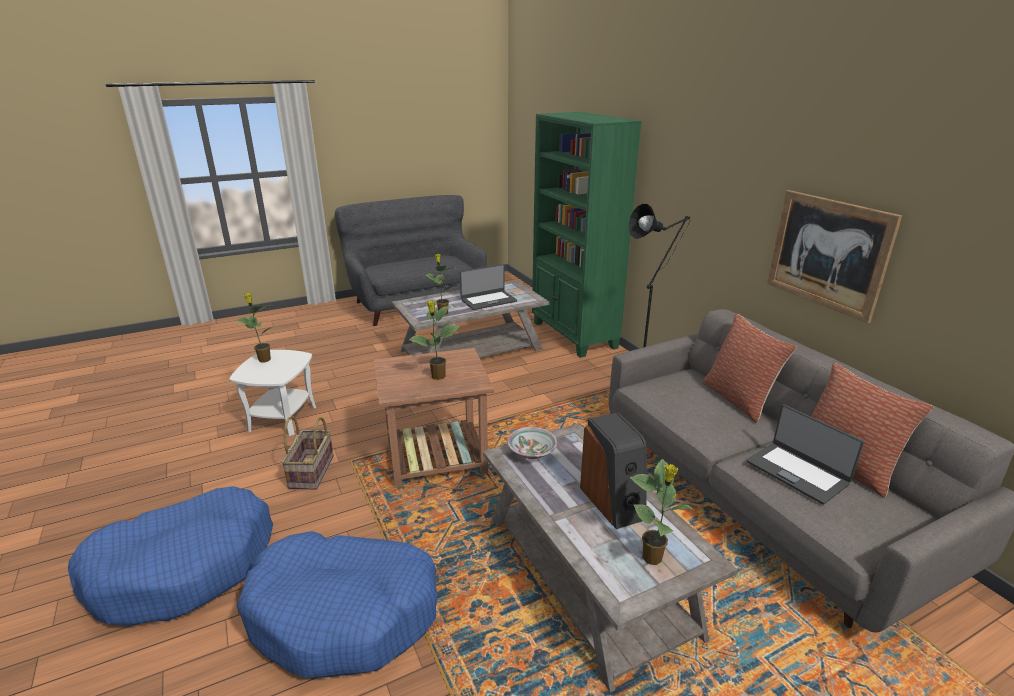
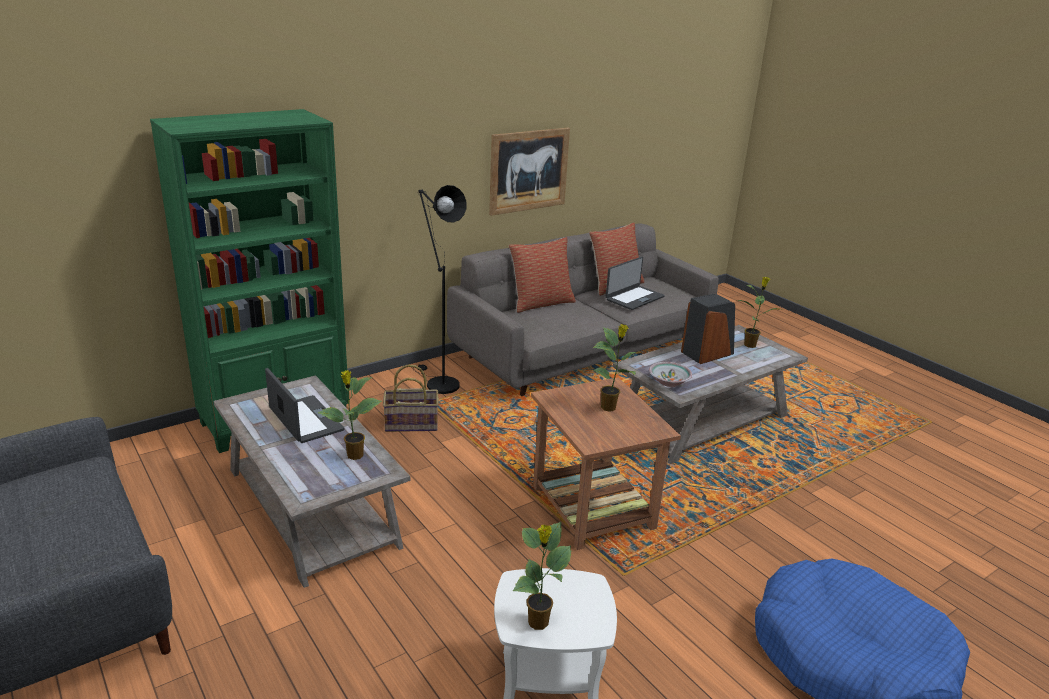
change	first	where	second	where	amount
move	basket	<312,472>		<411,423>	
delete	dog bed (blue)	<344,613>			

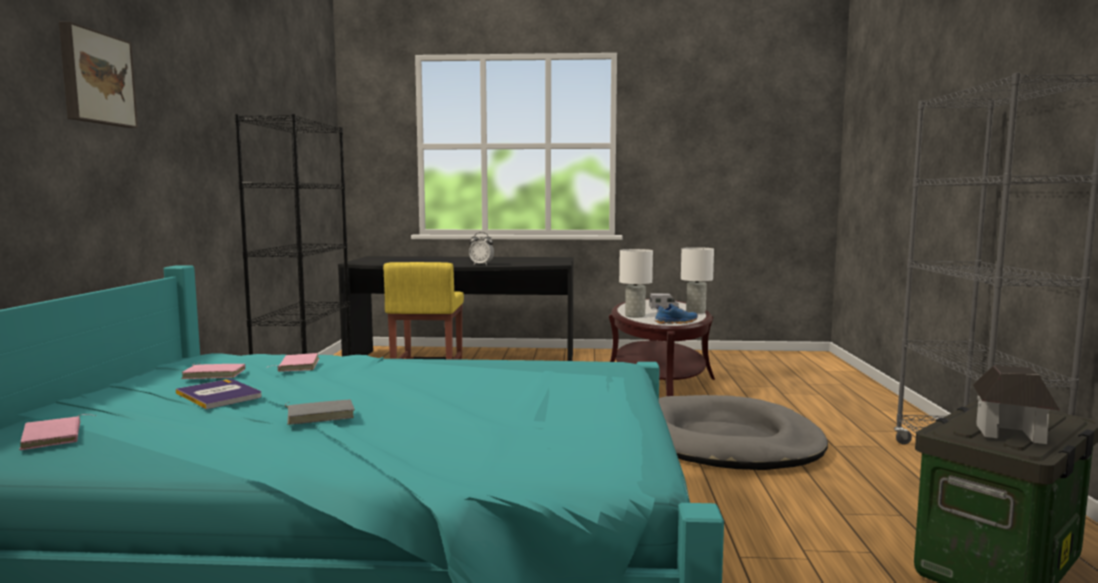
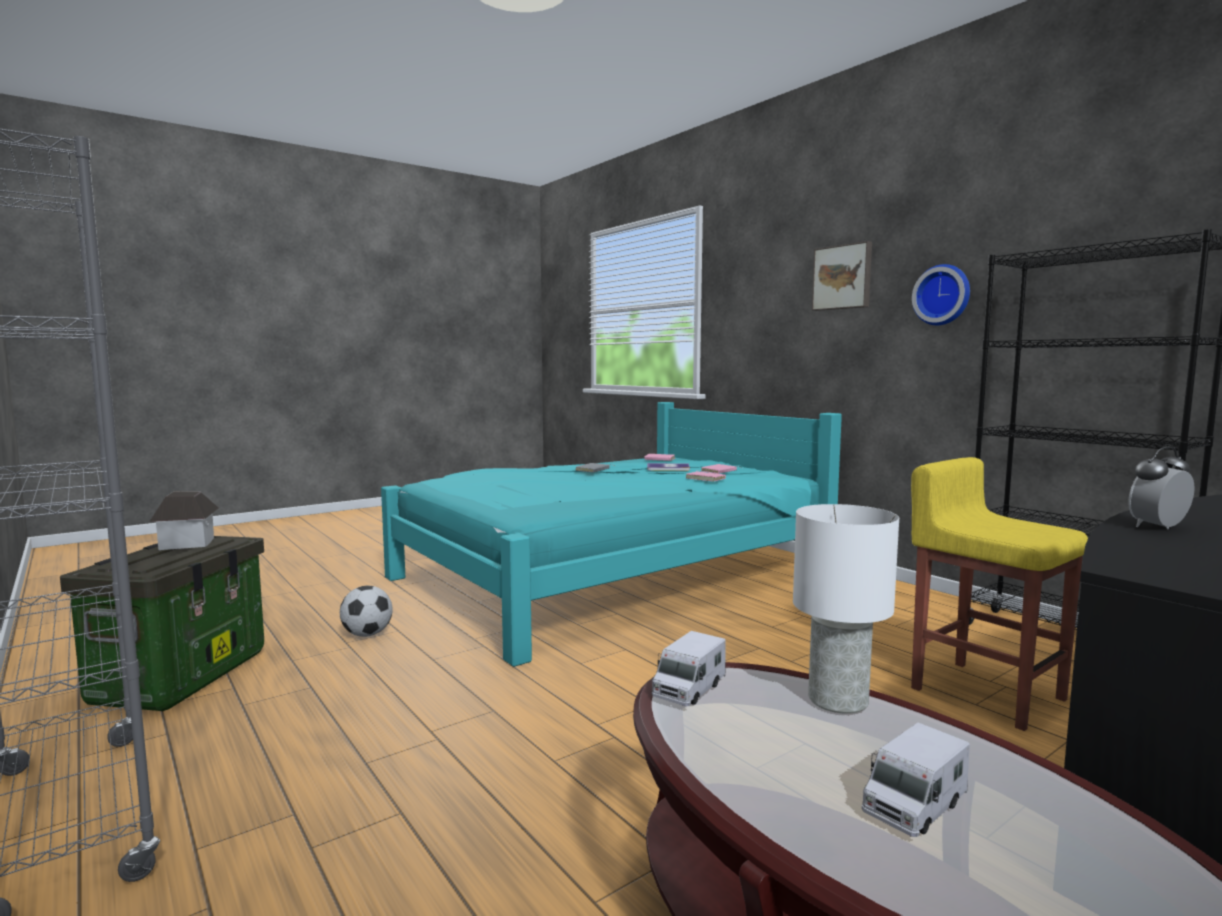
change	first	where	second	where	amount
insert			football	<367,634>	
replace	shoe (blue)	<675,322>	toy truck	<688,689>	
insert			wall clock	<943,295>	
delete	dog bed (grey)	<726,441>			
delete	table lamp (white)	<696,312>			

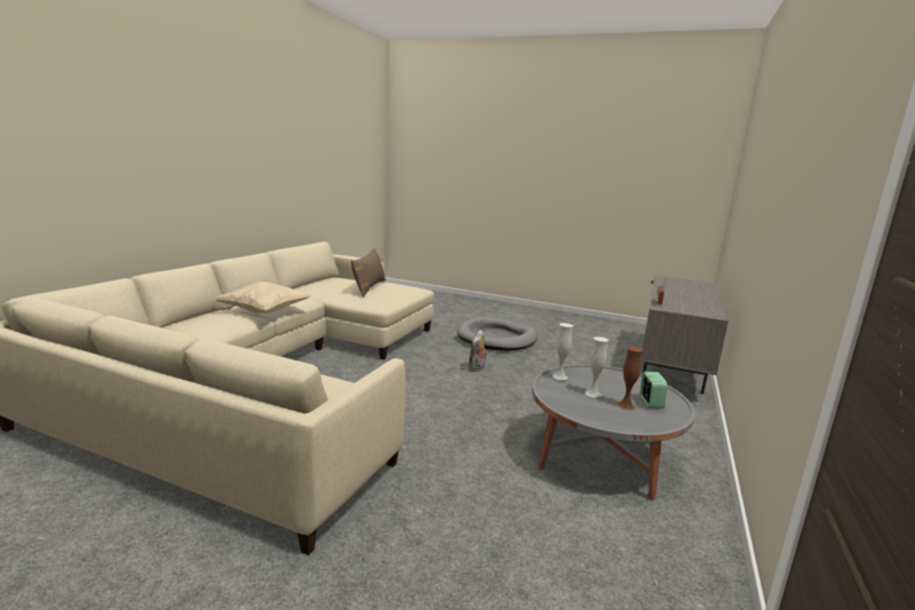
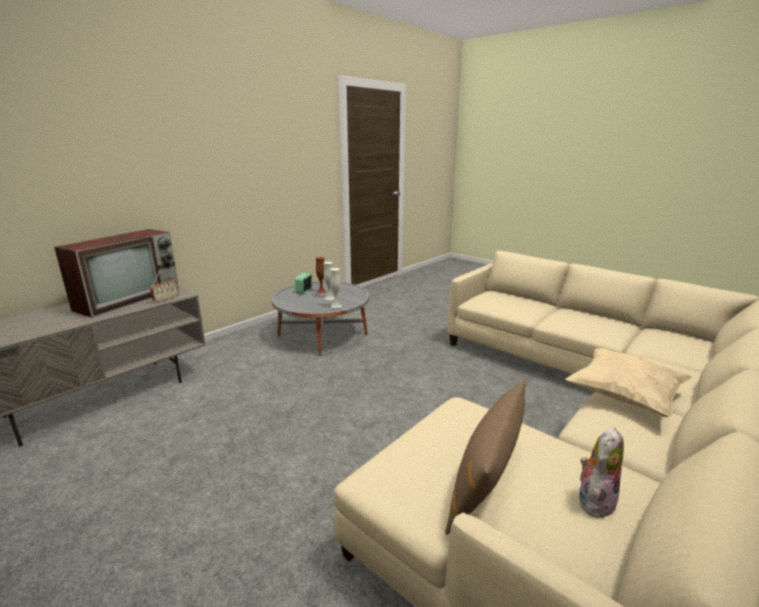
change	first	where	second	where	amount
insert			television	<130,298>	
move	plush toy	<477,369>		<594,500>	
delete	dog bed (grey)	<497,338>			

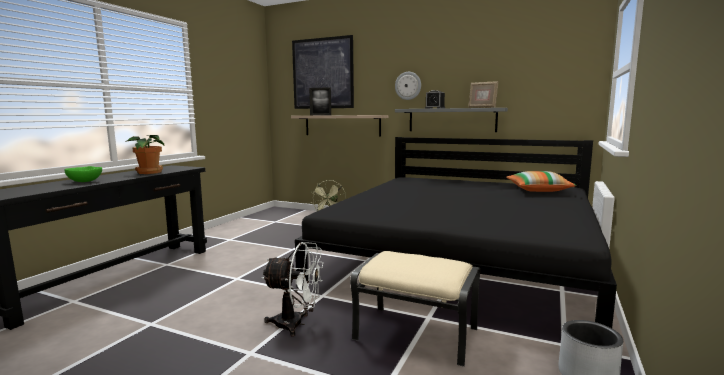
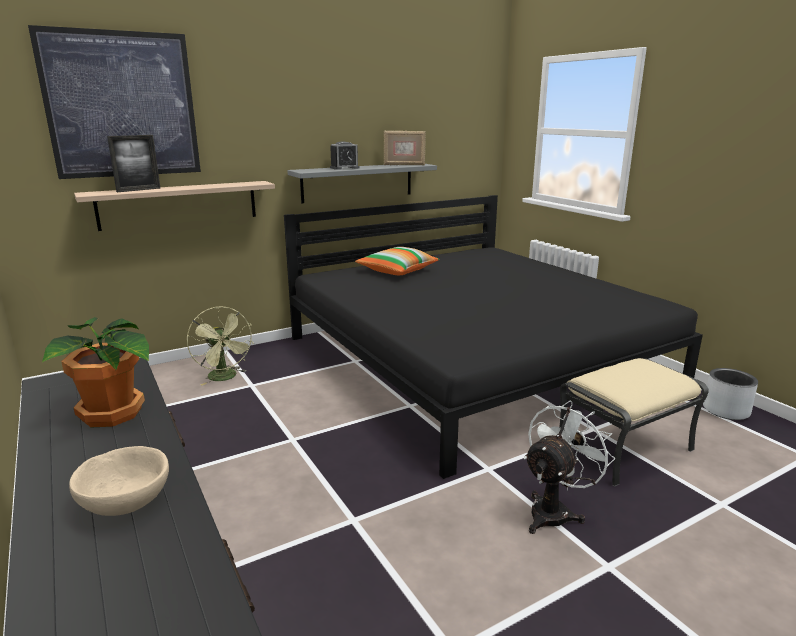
change	first	where	second	where	amount
recolor	bowl (green)	<85,182>	bowl (beige)	<127,503>	
move	pillow	<538,190>		<397,271>	
delete	wall clock	<408,85>			

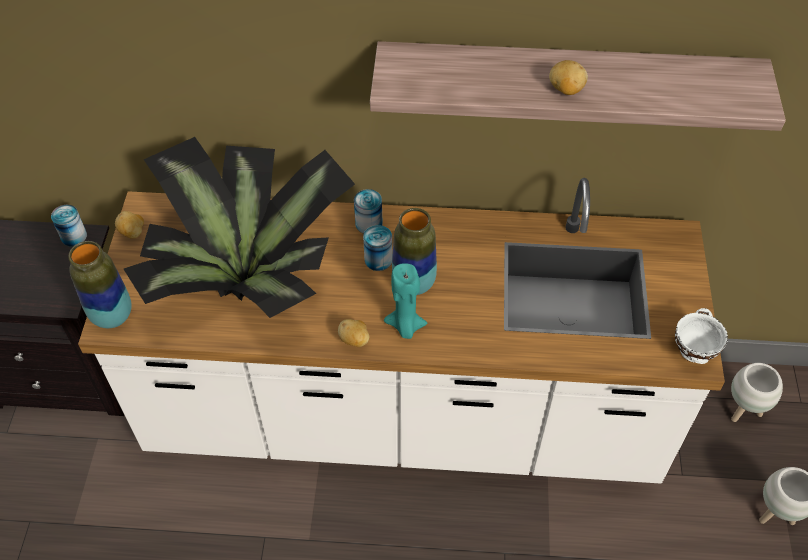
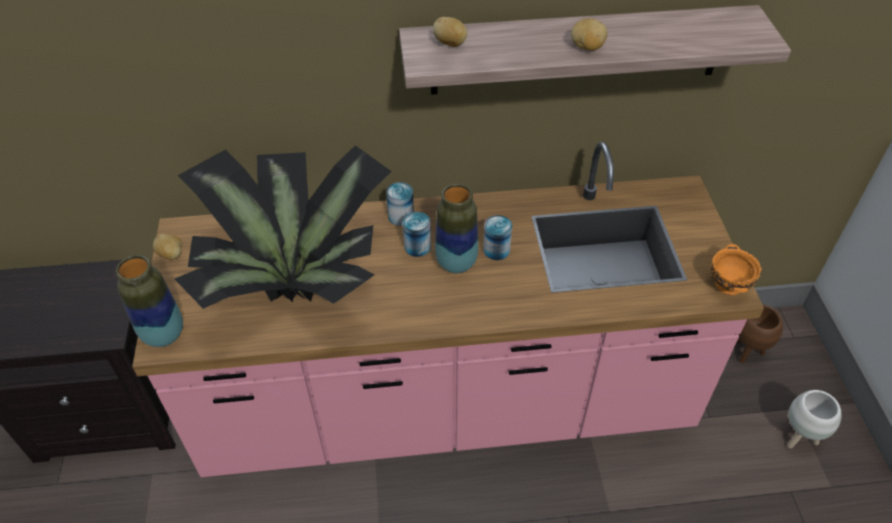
change	first	where	second	where	amount
recolor	counter (white)	<404,416>	counter (pink)	<446,405>	
move	potato	<354,340>		<450,44>	
move	can	<74,236>		<496,250>	
recolor	bowl (white)	<694,350>	bowl (orange)	<729,284>	
recolor	planter (white)	<743,410>	planter (brown)	<747,352>	
delete	candle (turquoise)	<405,326>			

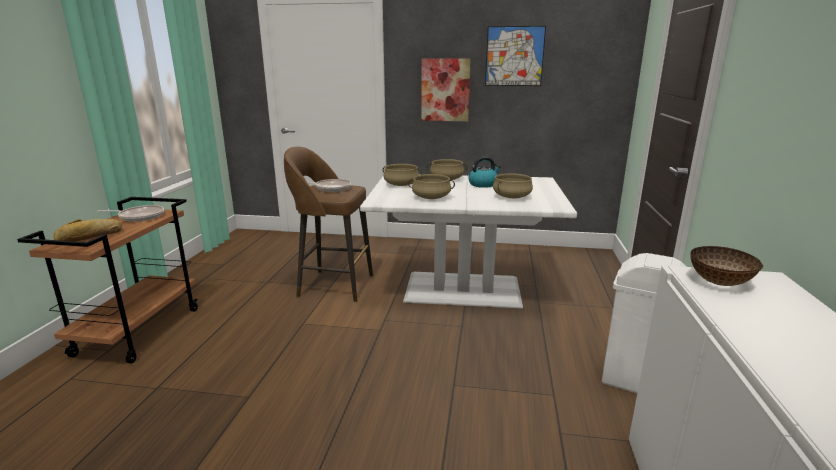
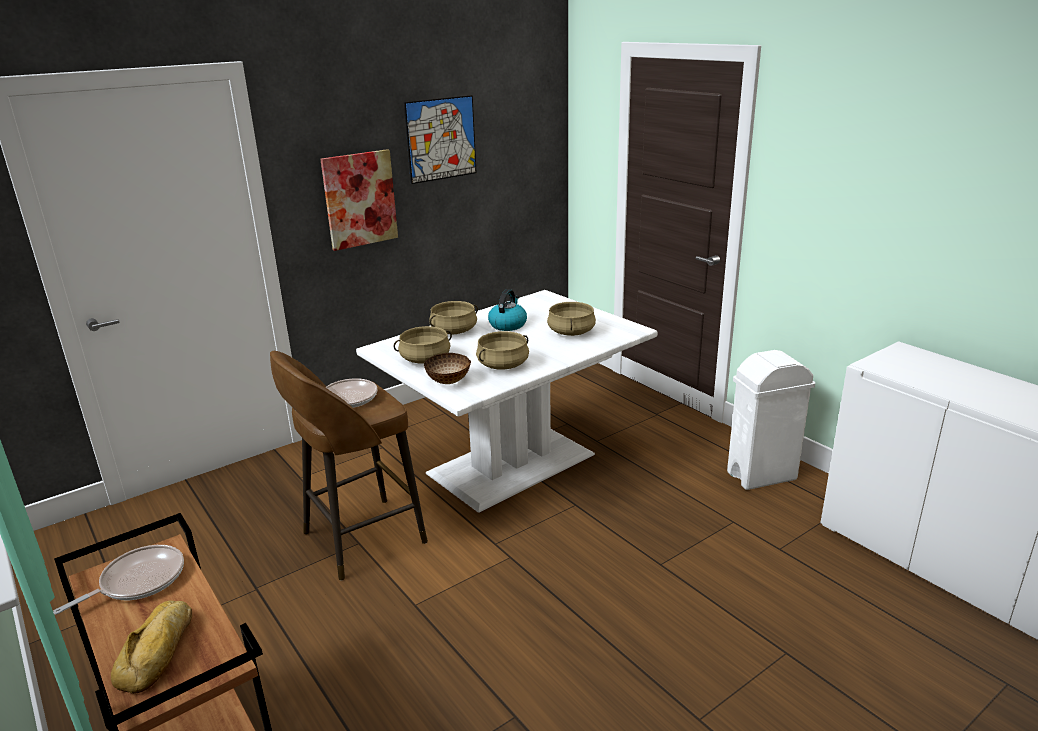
change	first	where	second	where	amount
move	bowl	<718,283>		<448,382>	

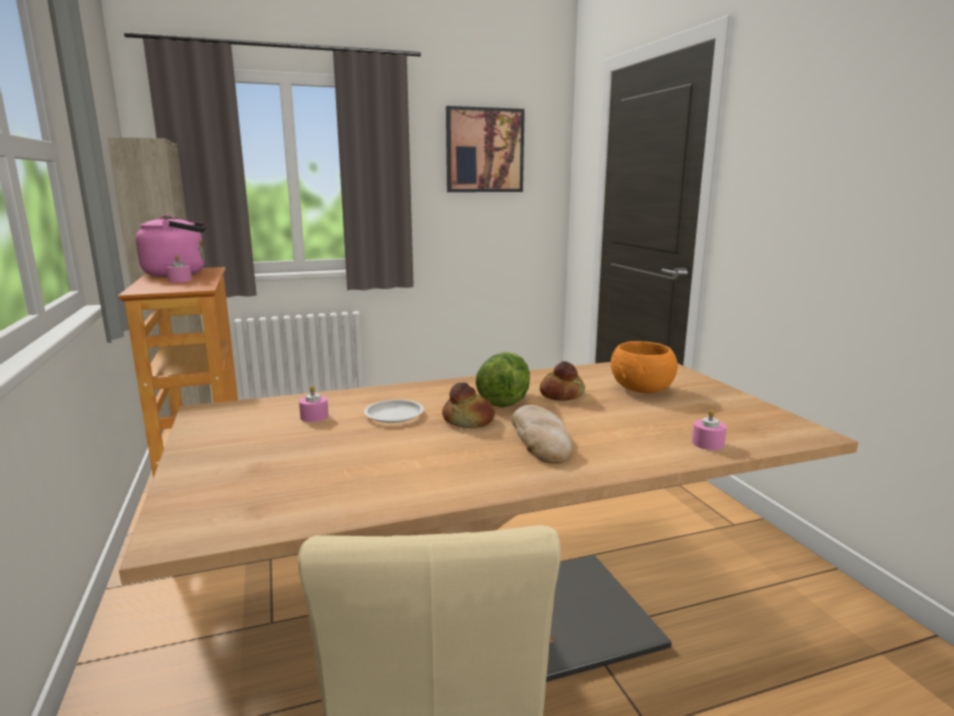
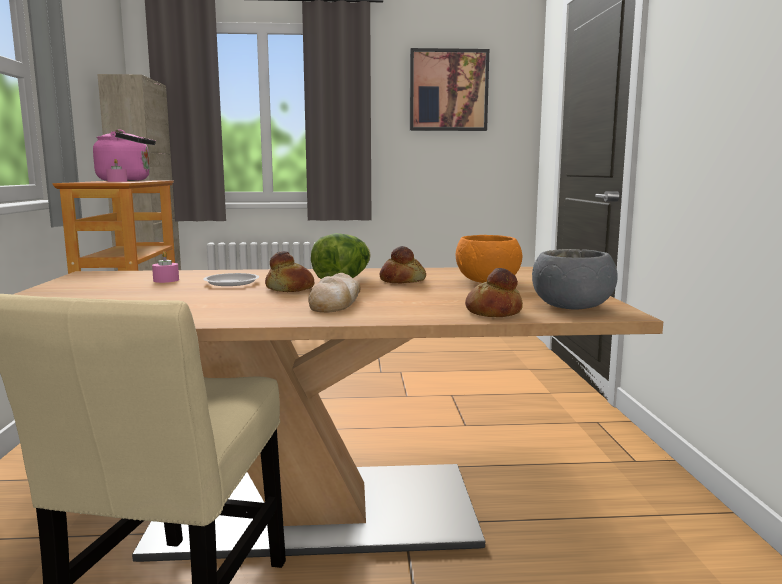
change	first	where	second	where	amount
replace	candle (pink)	<707,443>	bread	<492,312>	
insert			bowl (grey)	<572,307>	

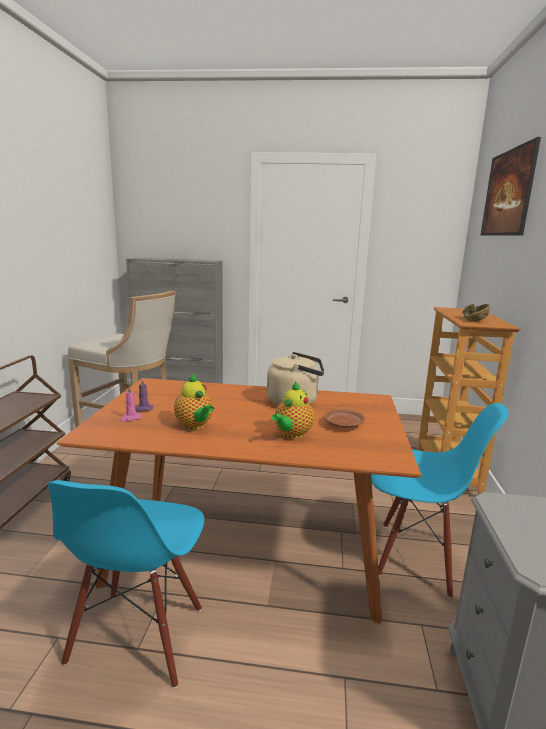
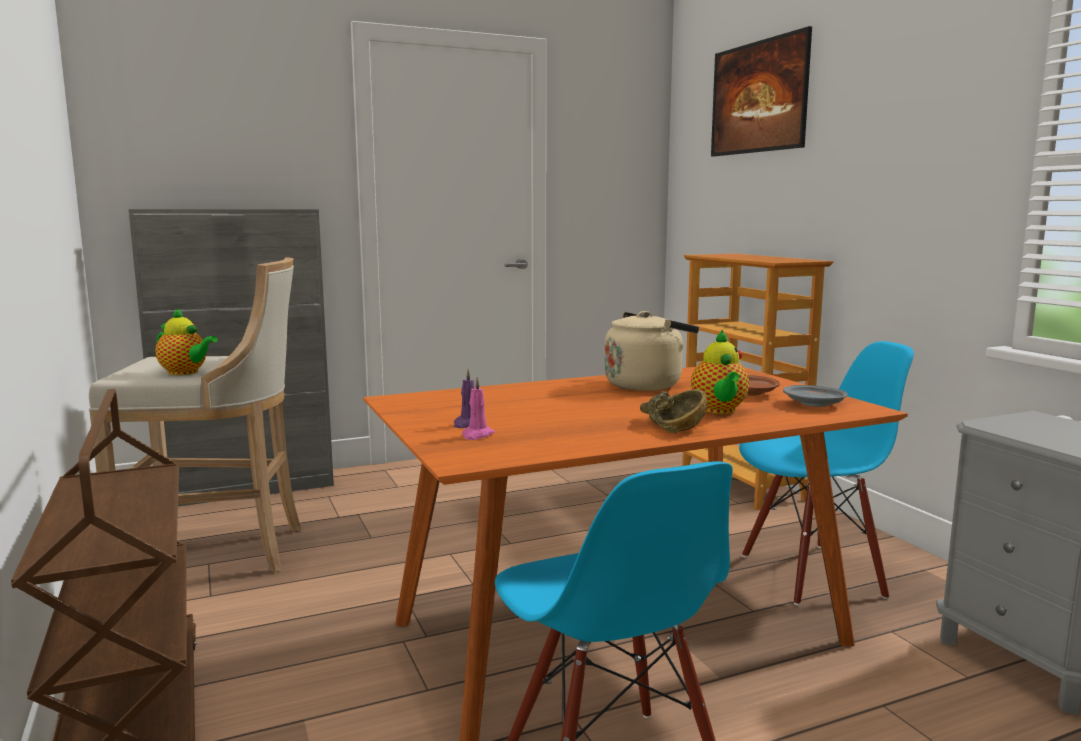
change	first	where	second	where	amount
move	teapot	<195,425>		<185,373>	
move	bowl (brown)	<471,319>		<668,426>	
insert			plate (grey)	<815,404>	

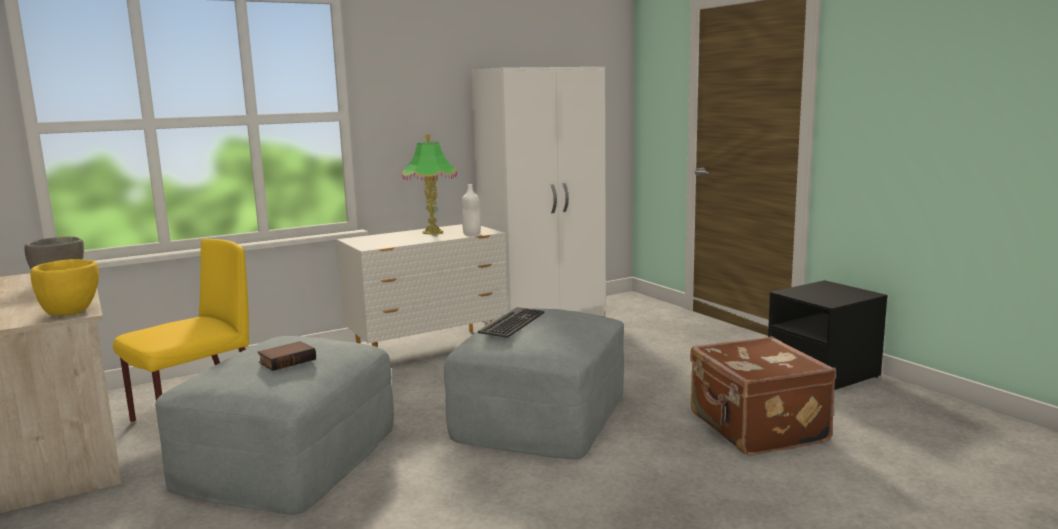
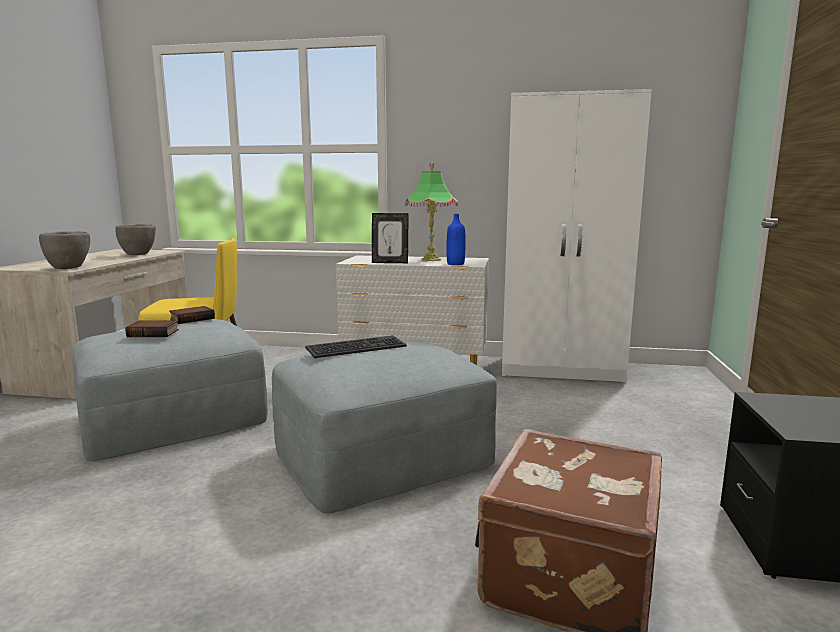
change	first	where	second	where	amount
recolor	bowl (yellow)	<71,312>	bowl (grey)	<69,268>	
insert			book	<192,318>	
insert			picture frame	<390,262>	
recolor	bottle (white)	<472,233>	bottle (blue)	<455,264>	

